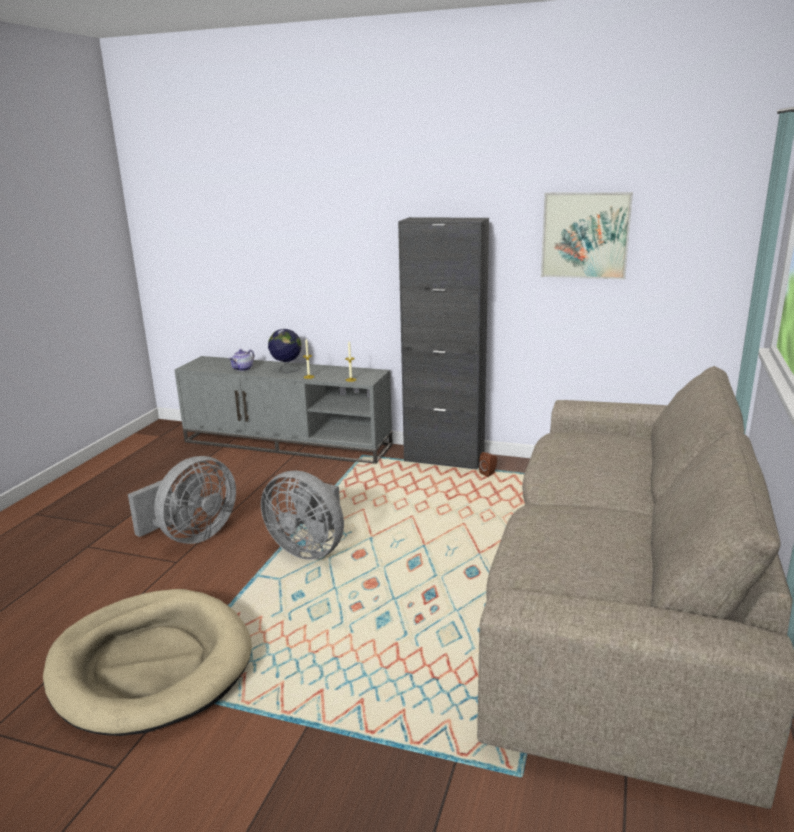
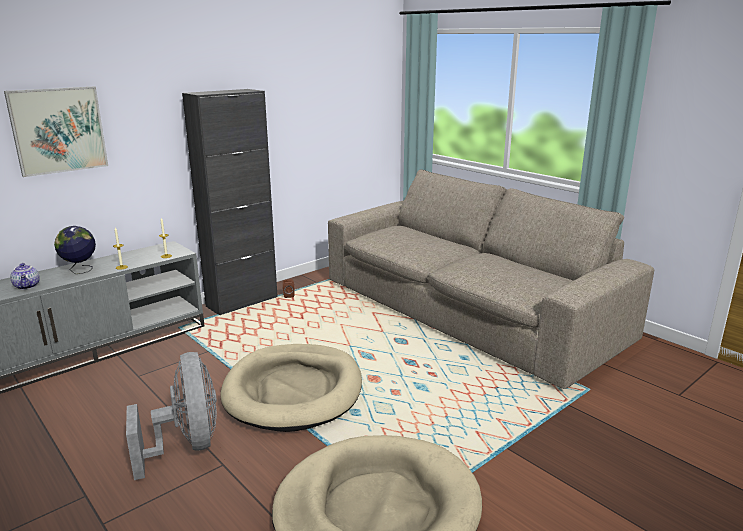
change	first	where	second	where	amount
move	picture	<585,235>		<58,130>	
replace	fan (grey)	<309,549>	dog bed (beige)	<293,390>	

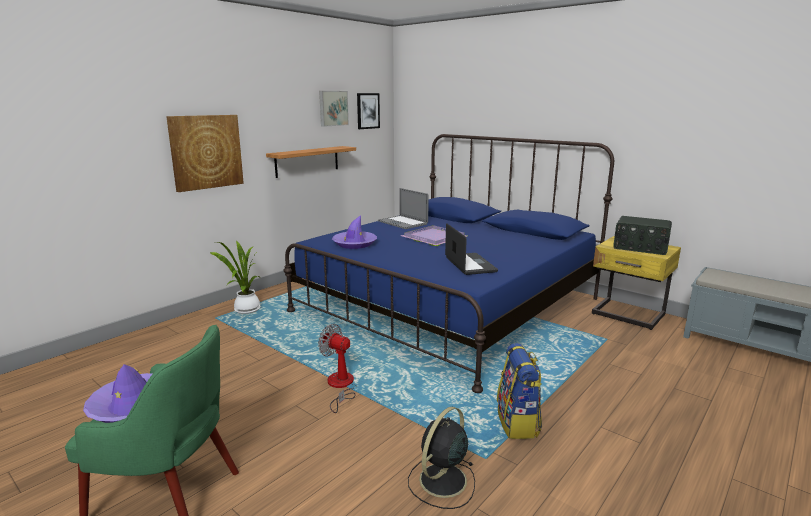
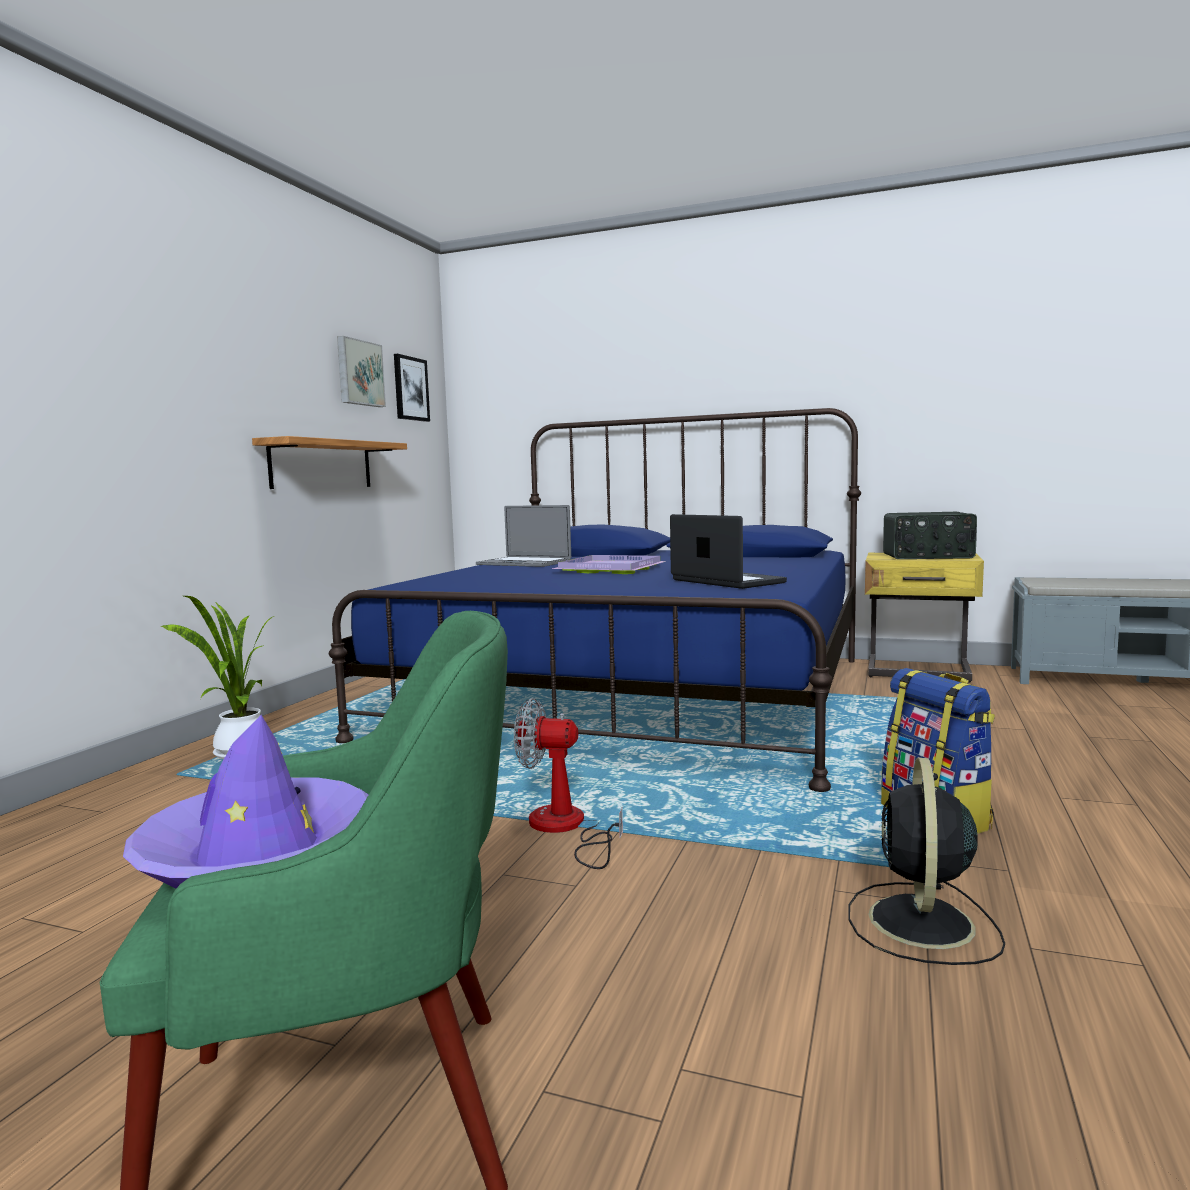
change	first	where	second	where	amount
delete	picture	<206,152>			
delete	hat (purple)	<354,244>			

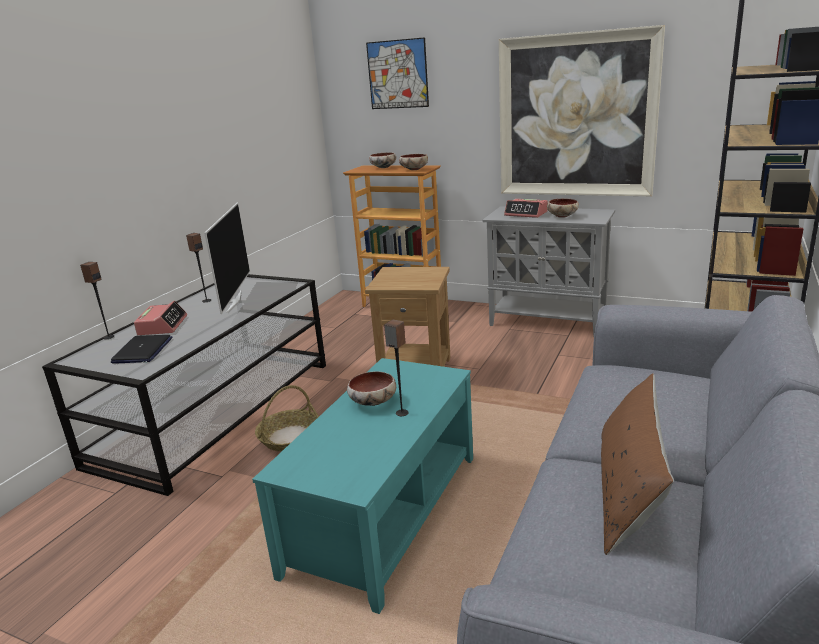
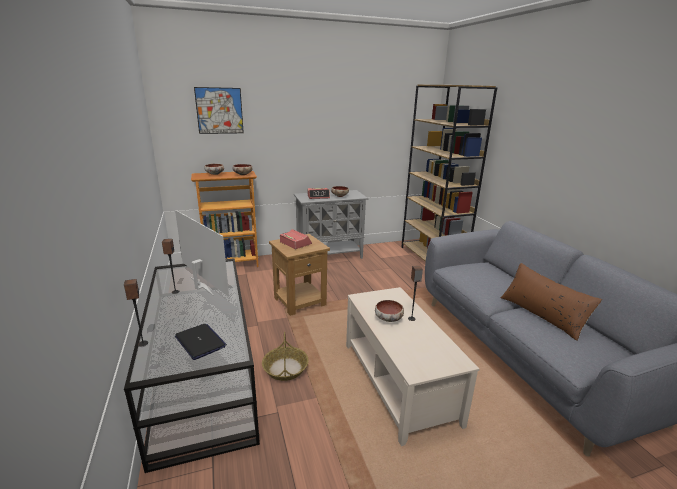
change	first	where	second	where	amount
move	alarm clock	<162,325>		<295,243>	
recolor	coffee table (turquoise)	<385,514>	coffee table (beige)	<398,382>	
delete	picture	<576,116>			

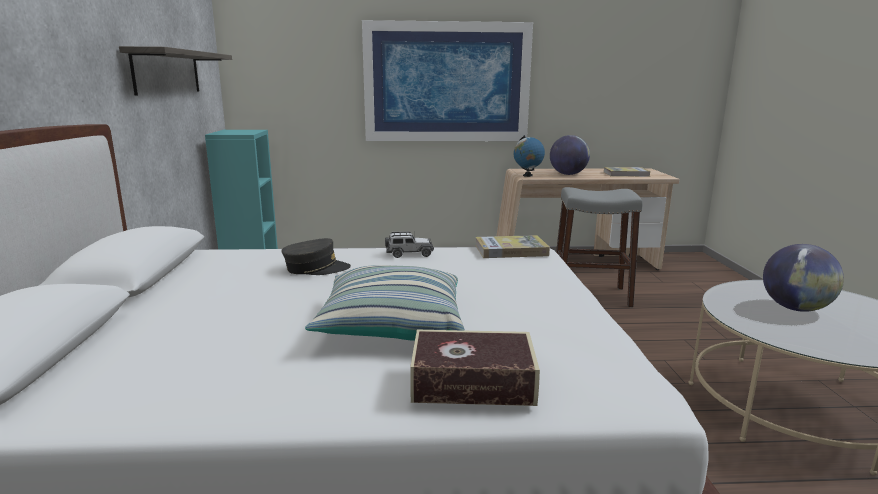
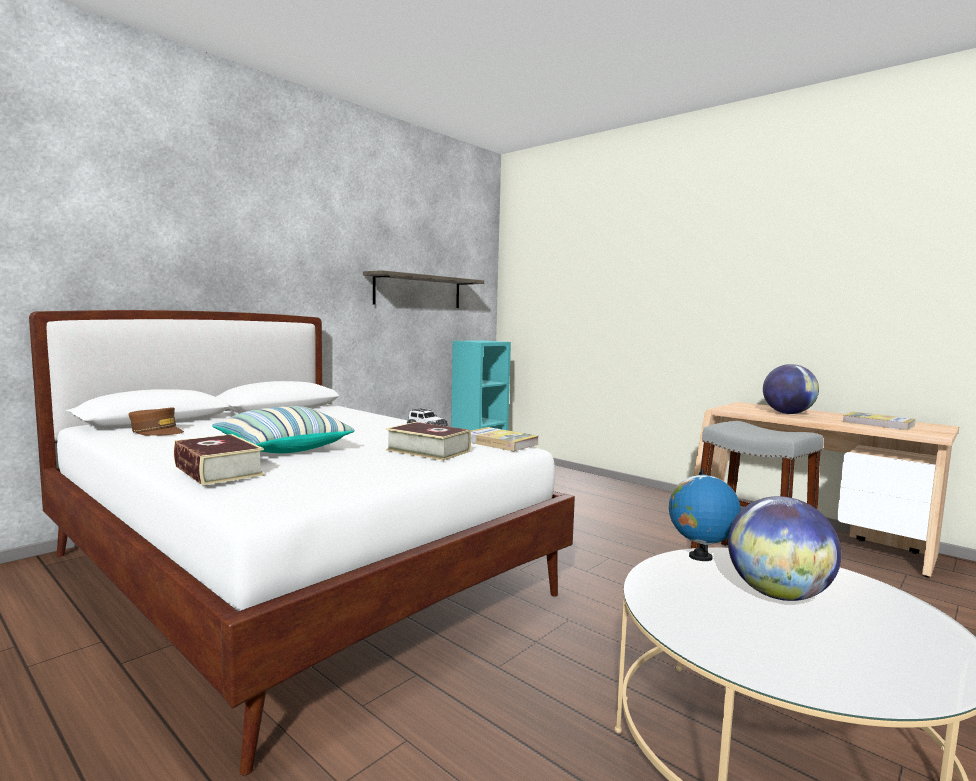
change	first	where	second	where	amount
insert			cap (brown)	<157,431>	
insert			book	<428,450>	
move	globe	<527,175>		<700,557>	
delete	cap (grey)	<316,268>			
delete	picture	<447,82>			

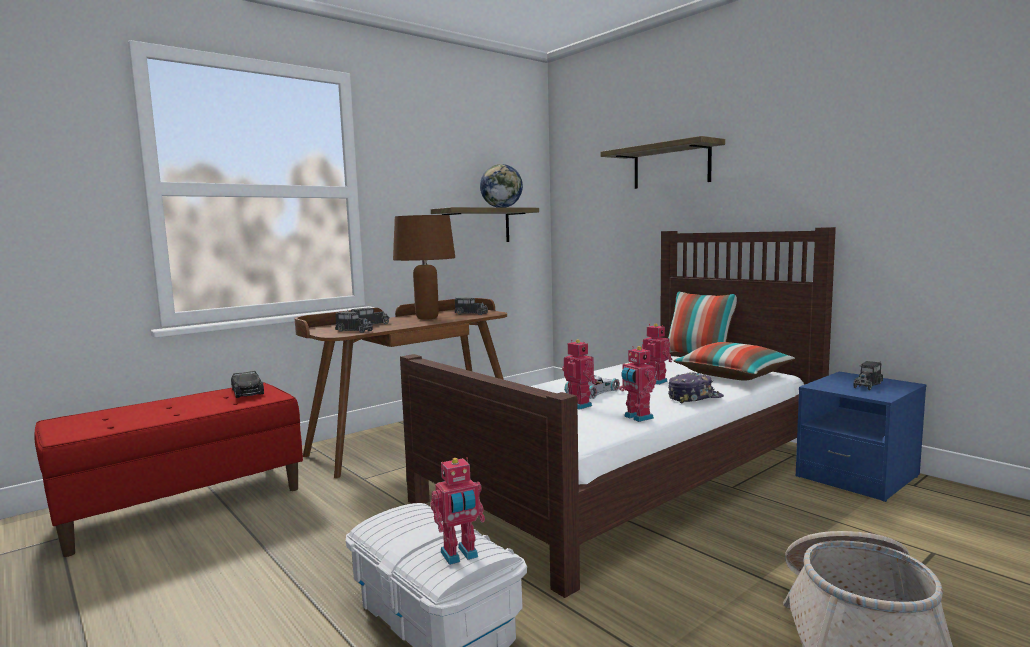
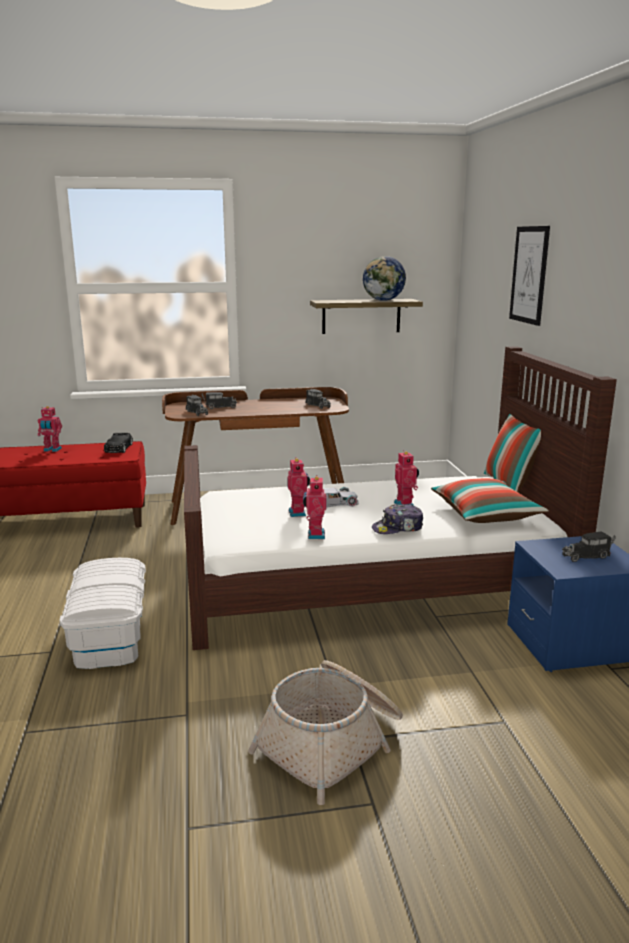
change	first	where	second	where	amount
move	toy robot	<460,556>		<52,450>	
rotate	cap	<694,397>		<398,528>	150 degrees clockwise
replace	shelf	<671,166>	picture	<529,275>	
delete	table lamp (brown)	<426,318>			

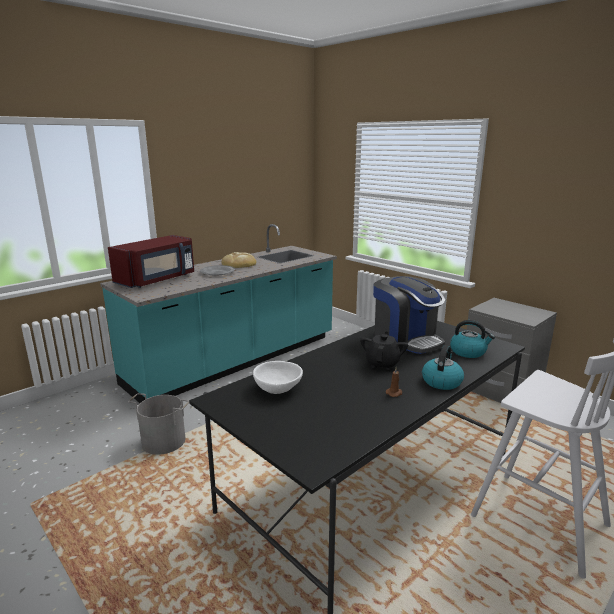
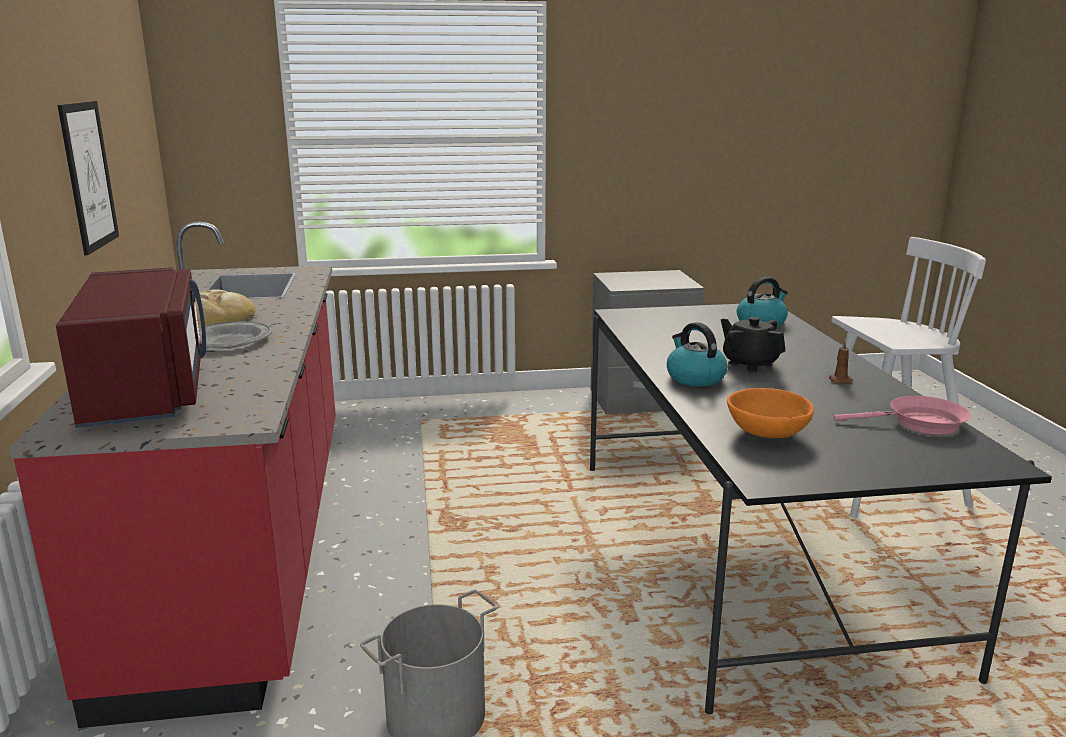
change	first	where	second	where	amount
recolor	counter (turquoise)	<235,360>	counter (red)	<248,540>	
insert			picture	<89,176>	
move	kettle	<441,381>		<694,378>	
recolor	bowl (white)	<277,389>	bowl (orange)	<767,433>	
insert			frying pan (pink)	<919,424>	
delete	coffee machine	<406,340>			

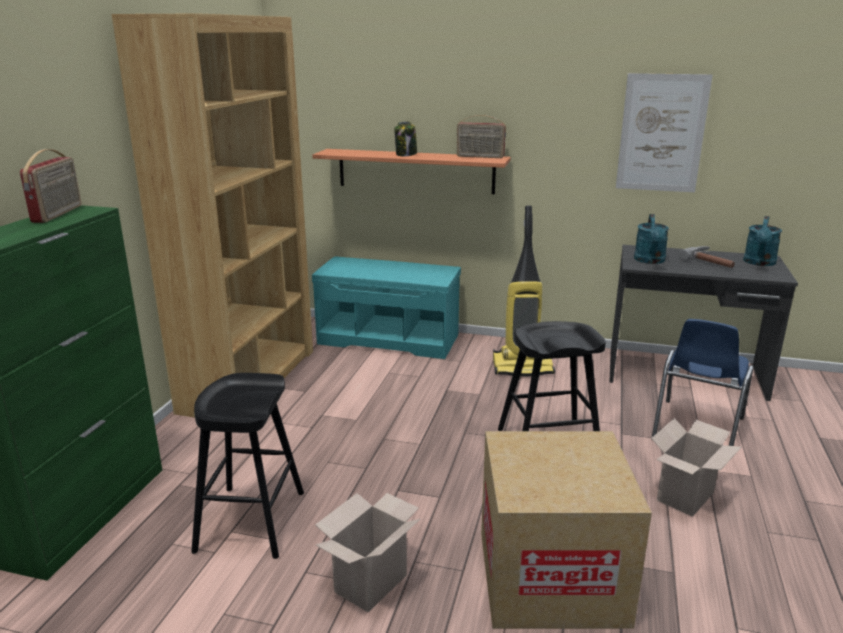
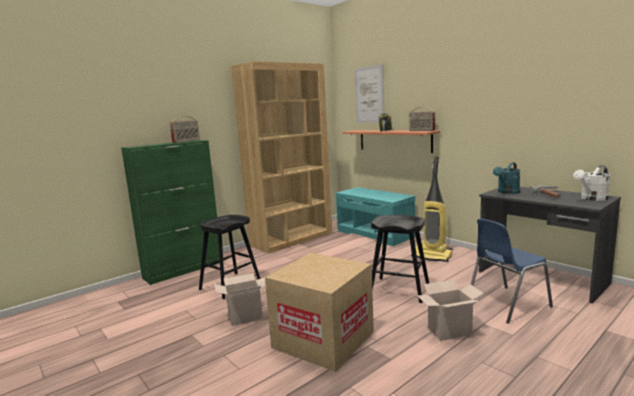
change	first	where	second	where	amount
move	picture	<661,133>		<369,95>	
recolor	watering can (turquoise)	<759,263>	watering can (white)	<592,198>	

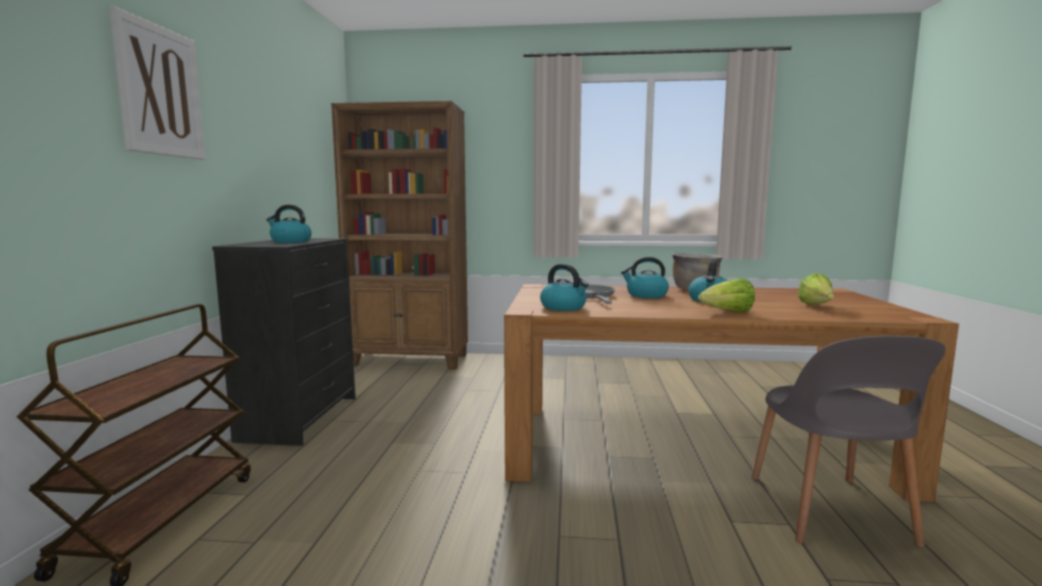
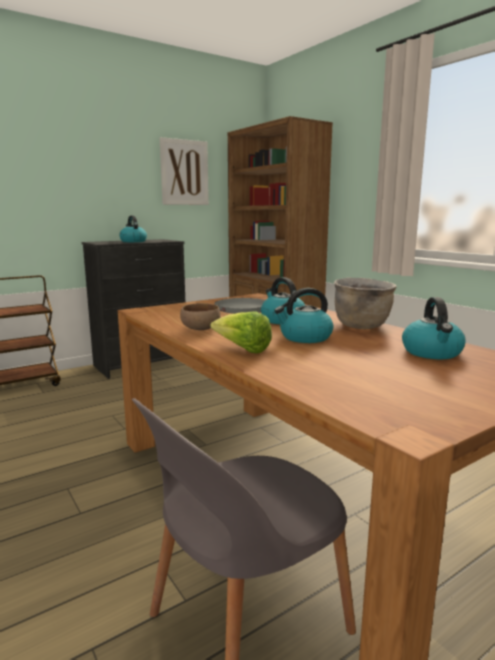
change	first	where	second	where	amount
move	picture	<160,91>		<184,172>	
insert			bowl (brown)	<201,329>	
move	kettle	<564,307>		<432,353>	
delete	lettuce	<817,306>			

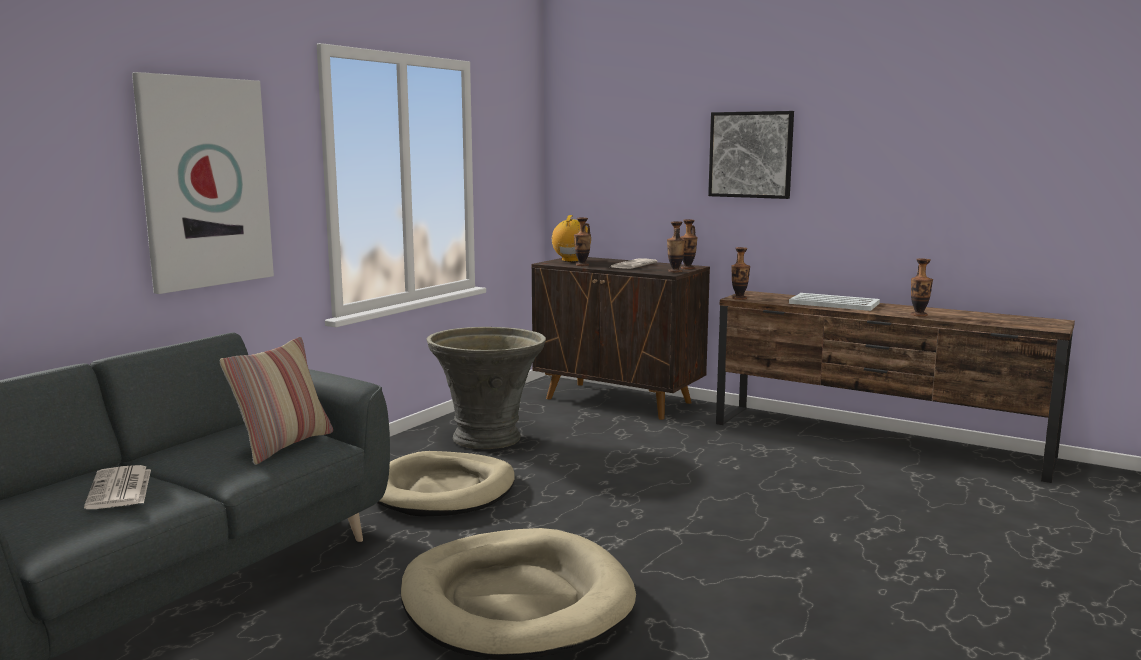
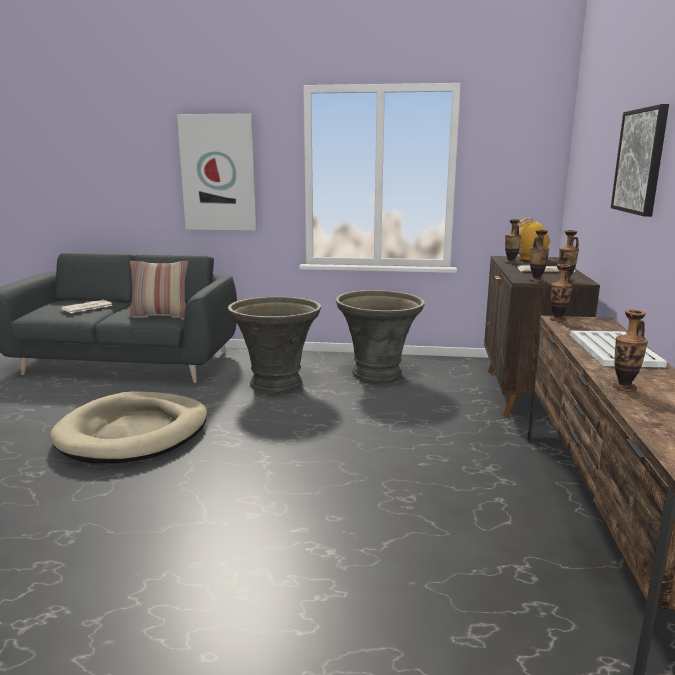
change	first	where	second	where	amount
replace	dog bed (beige)	<443,490>	planter (grey)	<277,383>	

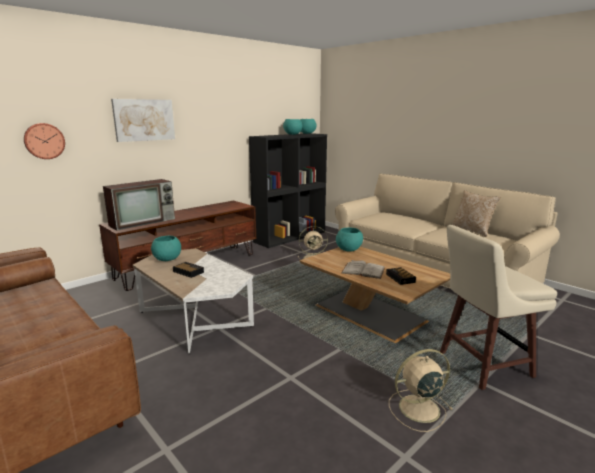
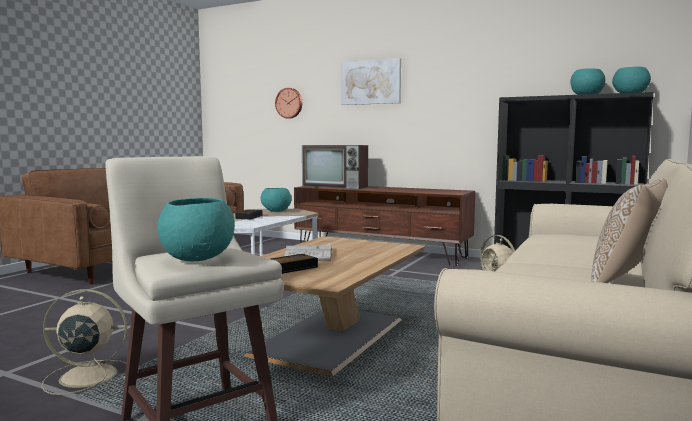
change	first	where	second	where	amount
rotate	fan (beige)	<417,409>		<85,376>	60 degrees counterclockwise
move	bowl (turquoise)	<349,250>		<198,259>	

